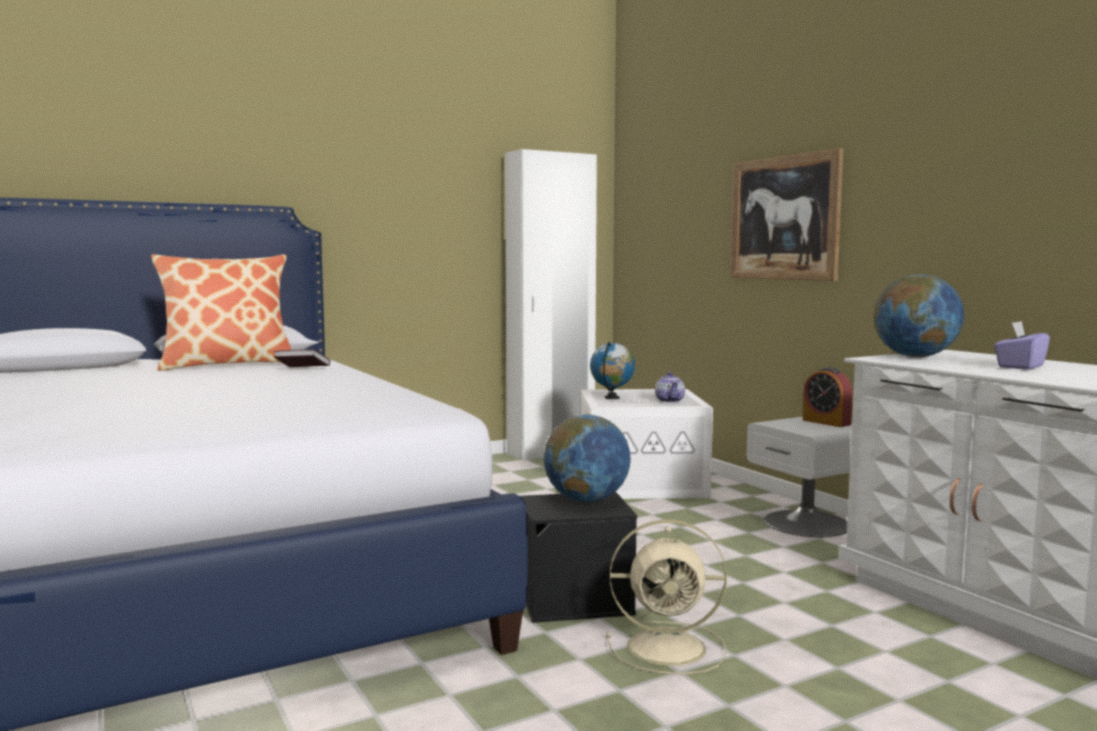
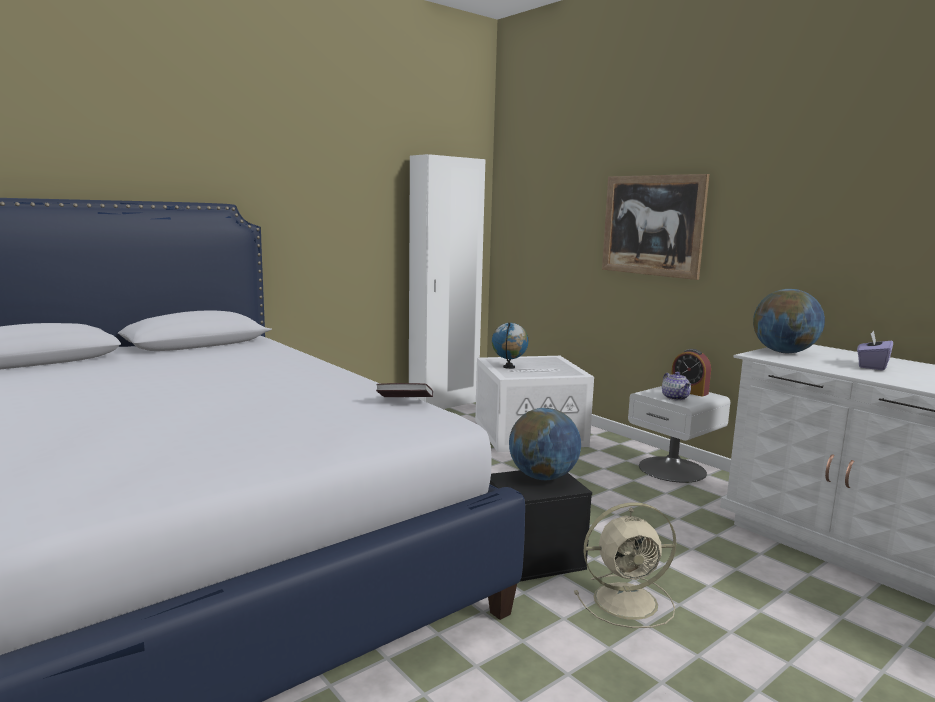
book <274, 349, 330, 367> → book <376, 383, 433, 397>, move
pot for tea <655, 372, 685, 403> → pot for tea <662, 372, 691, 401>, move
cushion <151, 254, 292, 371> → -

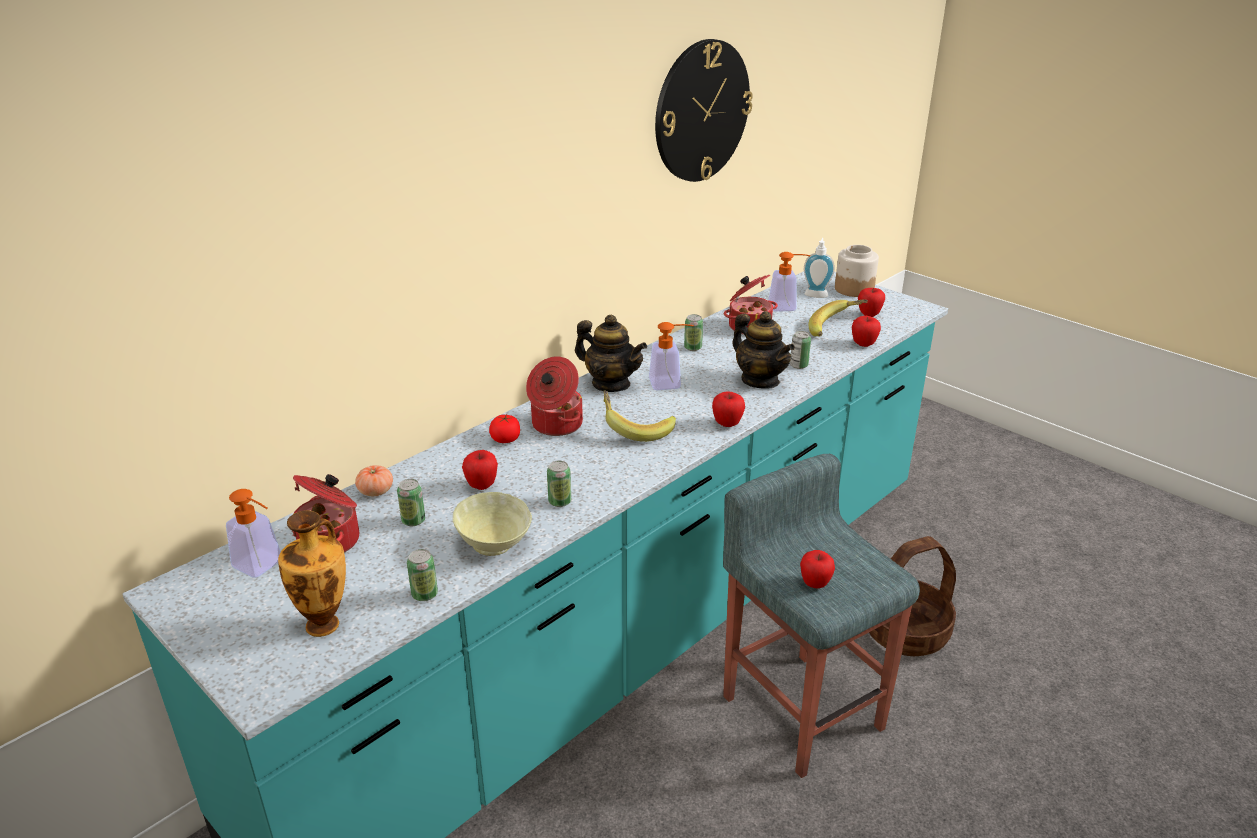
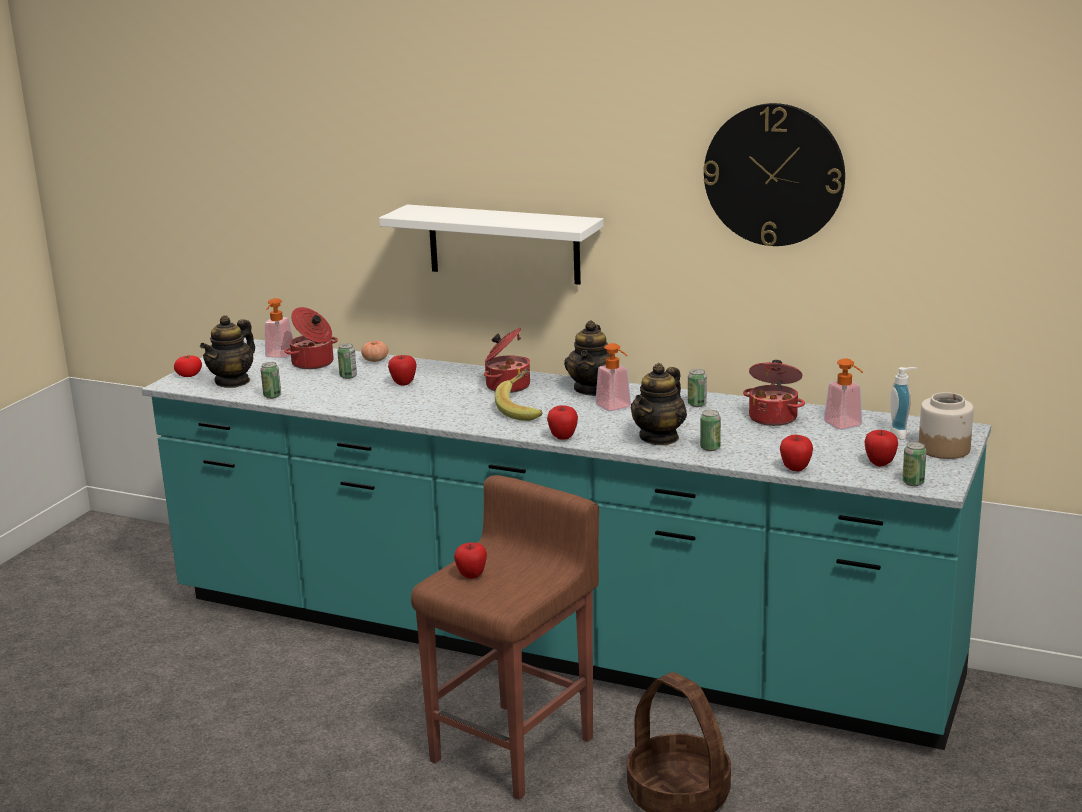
whole tomato <489, 414, 520, 443> → whole tomato <174, 355, 202, 377>, move
decorative vase <278, 510, 346, 637> → pot for tea <200, 315, 255, 388>
- → whitish bracket shelf <379, 204, 604, 285>
grey sitting stool <723, 454, 920, 778> → brown-coloured sitting stool <411, 475, 599, 800>
metal can <547, 461, 571, 507> → metal can <902, 442, 927, 486>, move
beige-coloured deep dish <453, 492, 532, 556> → -
whole banana <809, 299, 868, 336> → -

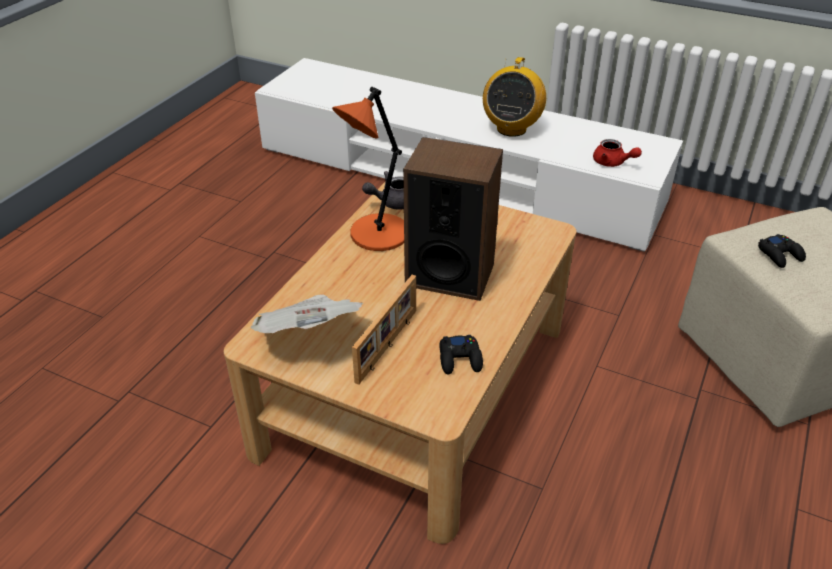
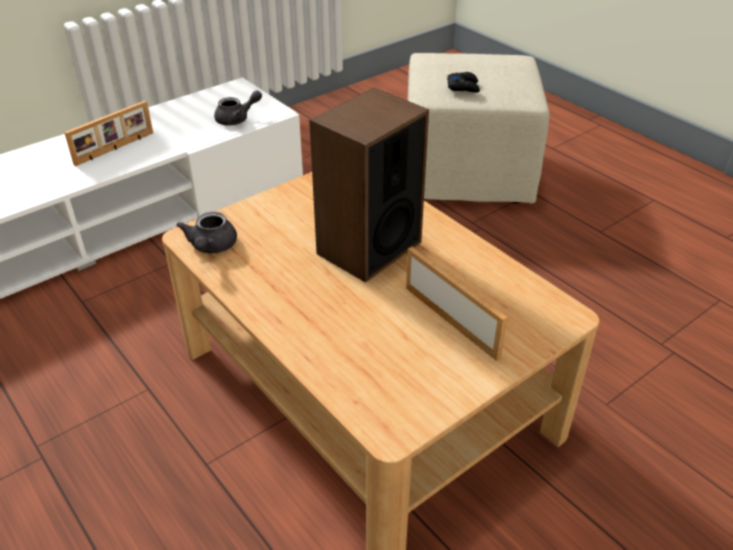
radio <483, 57, 546, 137> → standing frame <64, 101, 153, 166>
red-coloured pot for tea <593, 139, 642, 167> → grey pot for tea <214, 90, 262, 125>
printed paper <251, 294, 363, 333> → -
orangey lamp for a table <332, 87, 404, 251> → -
blackish game controller <439, 335, 483, 375> → -

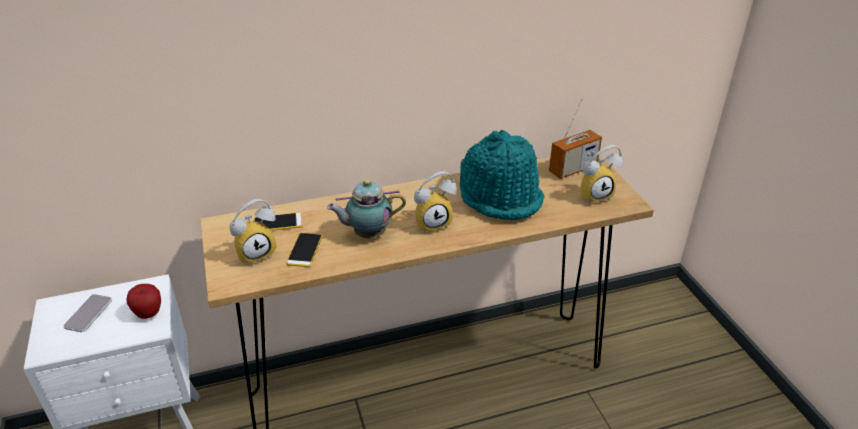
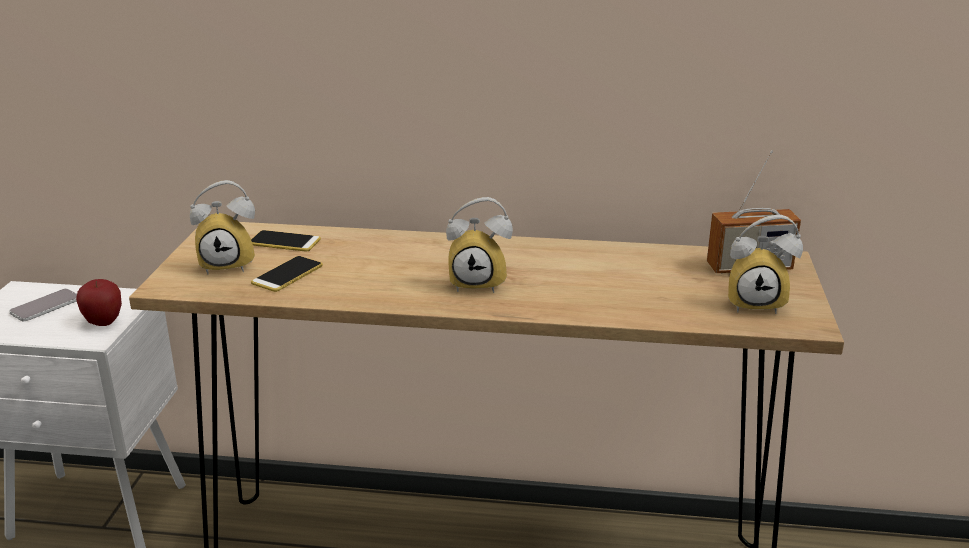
pot for tea <327, 179, 406, 238> → -
turquoise-coloured hat <460, 129, 545, 220> → -

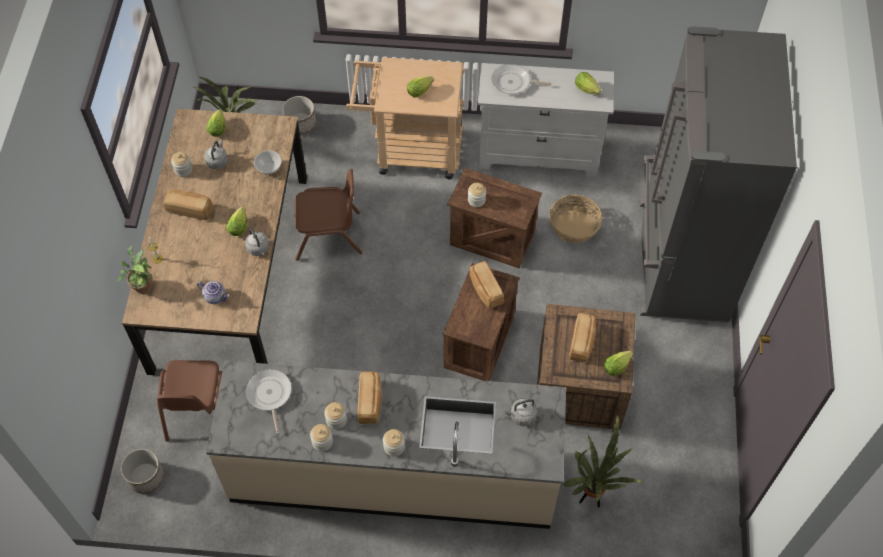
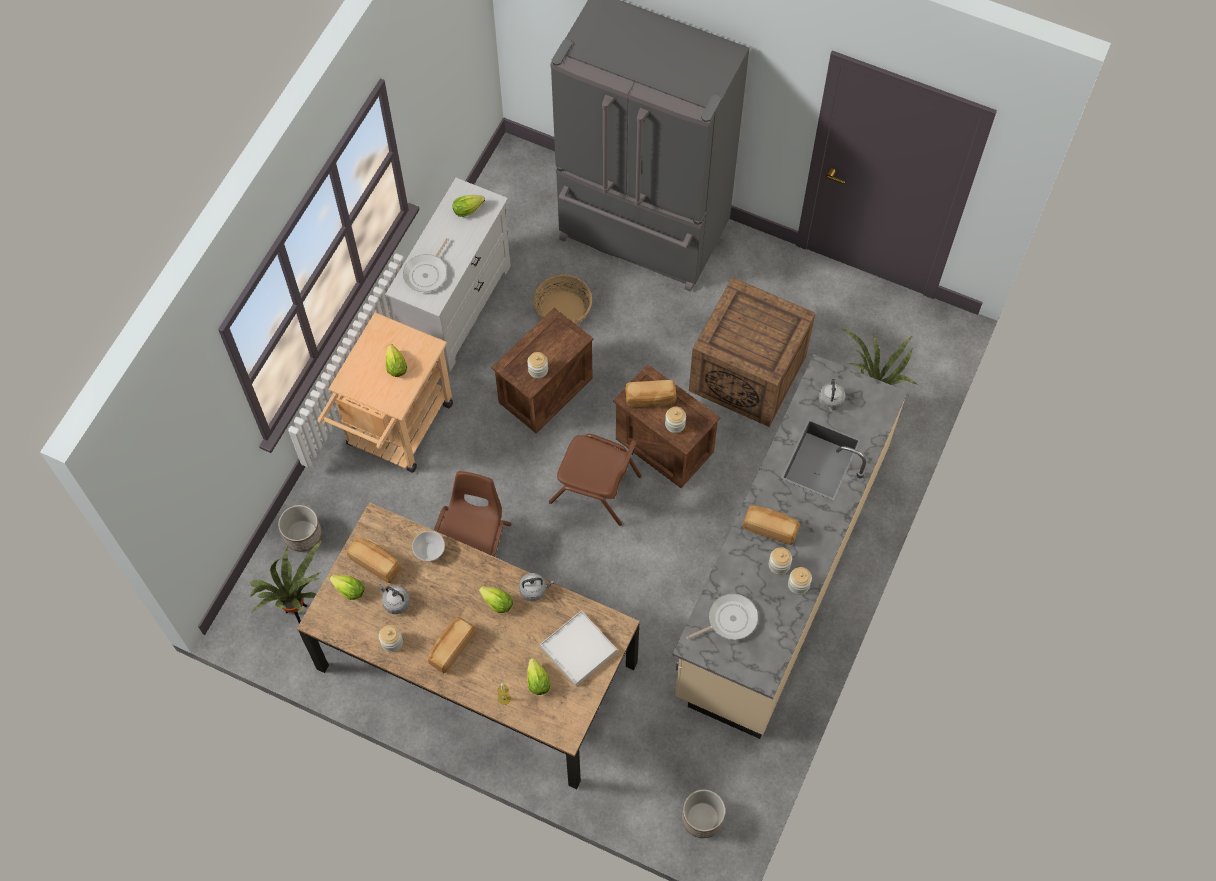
baked bread <569, 313, 596, 362> → baked bread <347, 537, 401, 583>, move
lettuce head <604, 351, 633, 376> → lettuce head <527, 658, 551, 695>, move
pot for tea <197, 281, 229, 304> → whitish tray <540, 610, 617, 686>
brown-coloured plain chair <157, 360, 222, 442> → brown-coloured plain chair <549, 434, 642, 526>, move
preserve jar <383, 429, 405, 456> → preserve jar <665, 407, 686, 433>, move
frying pan <246, 369, 292, 434> → frying pan <686, 594, 758, 640>, 150 degrees clockwise
plant in a pot <117, 245, 153, 294> → -

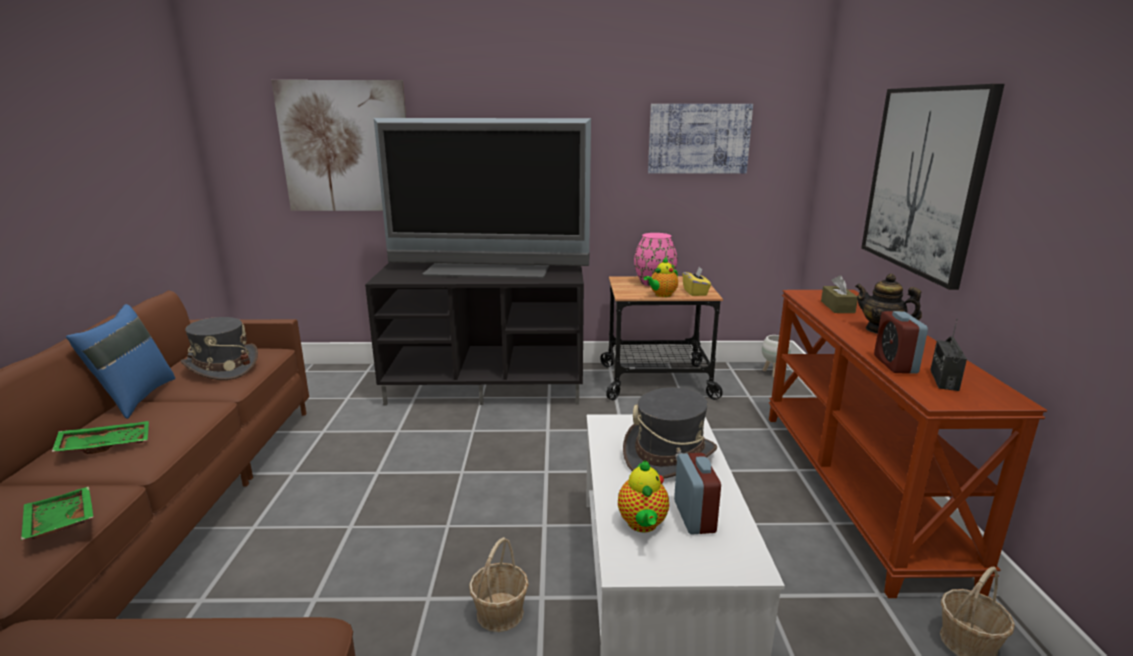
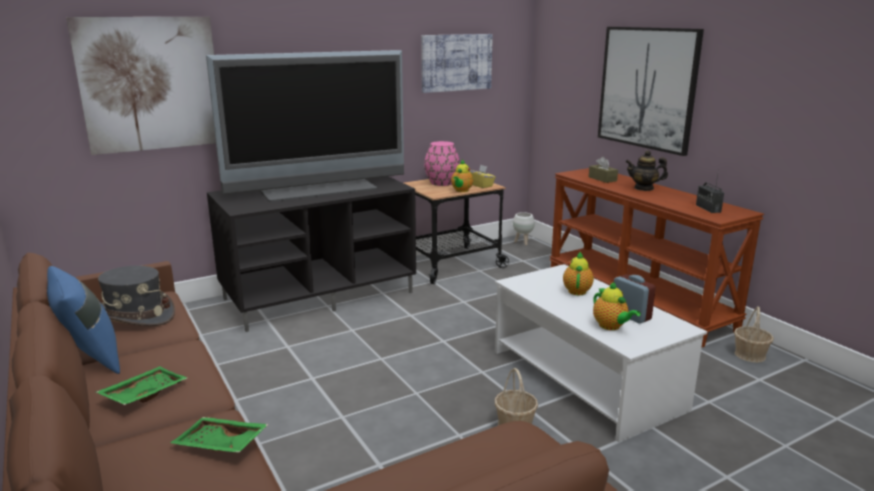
grey hat <623, 388, 717, 479> → pot for tea <563, 251, 594, 295>
alarm clock <874, 311, 928, 374> → -

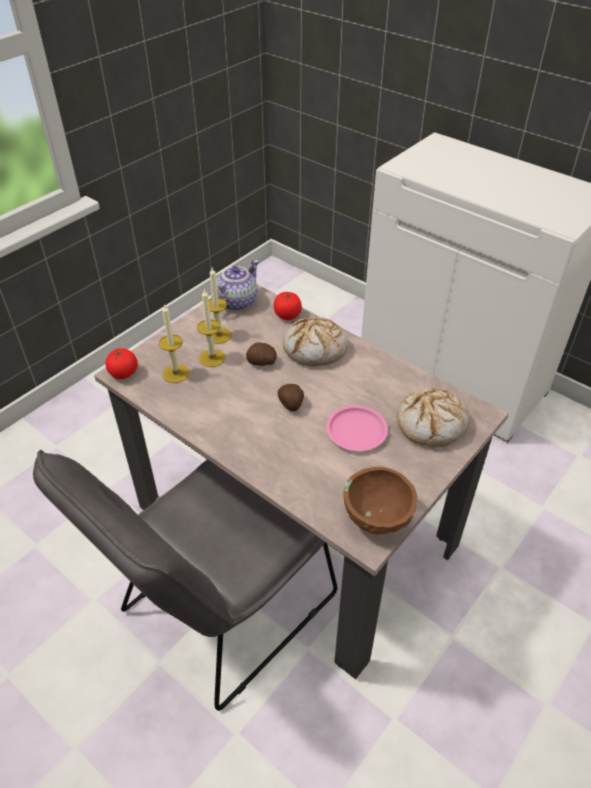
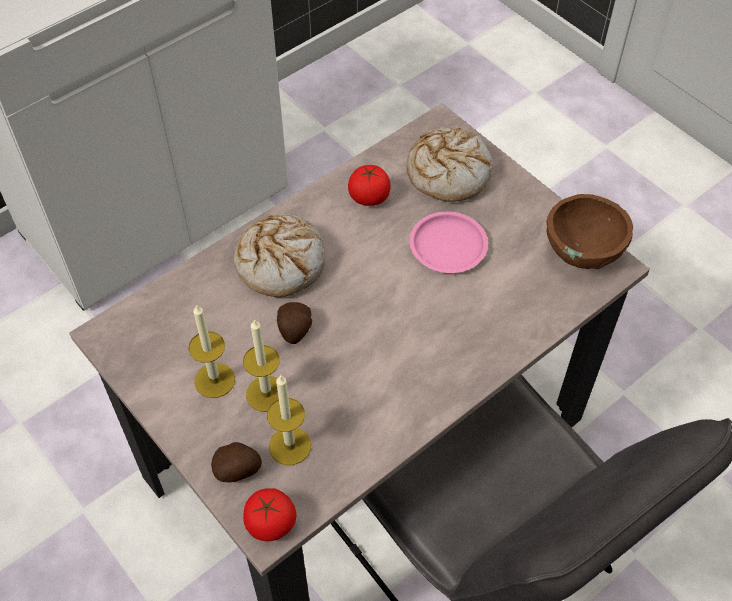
whole potato <278, 384, 304, 412> → whole potato <211, 442, 262, 482>, move
whole tomato <274, 292, 302, 320> → whole tomato <348, 165, 391, 206>, move
pot for tea <211, 260, 259, 310> → -

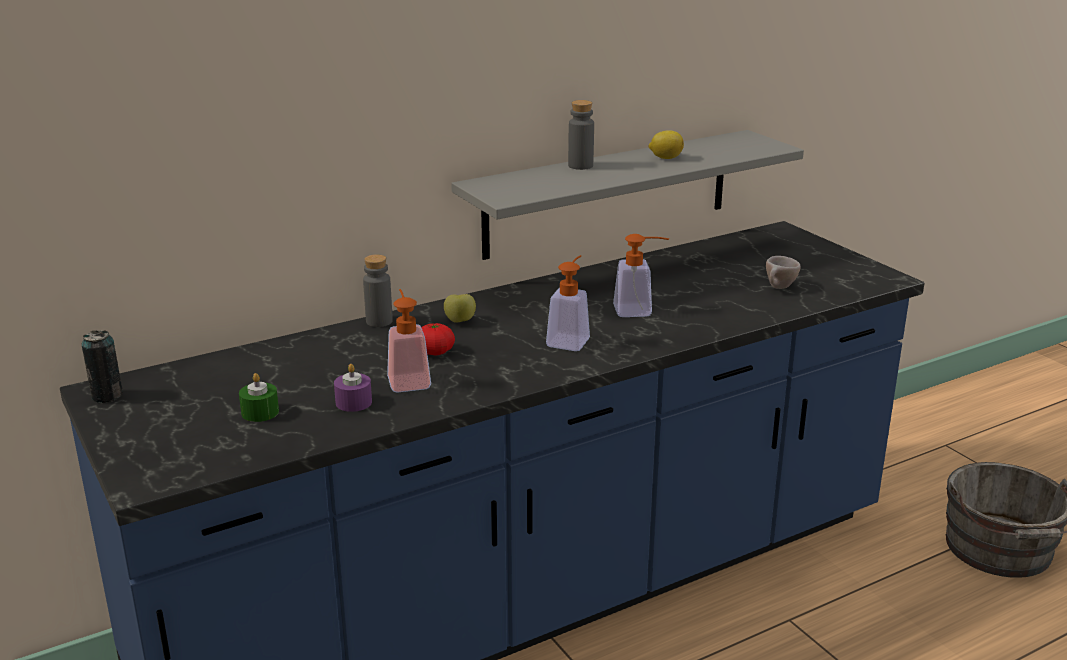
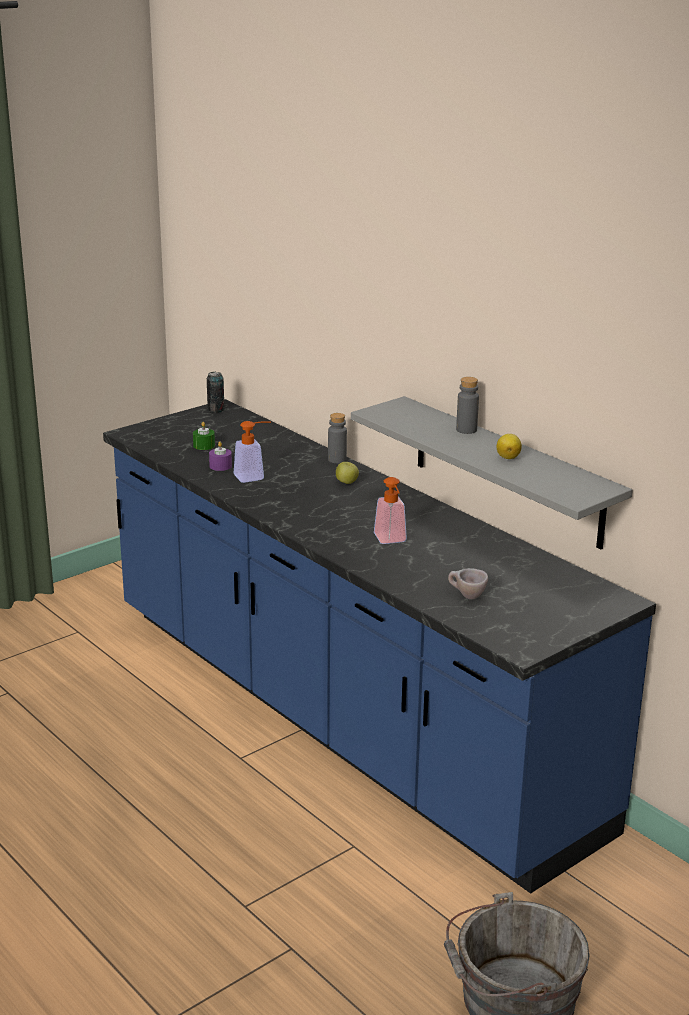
whole tomato <421, 323, 455, 356> → -
soap bottle <546, 255, 590, 351> → -

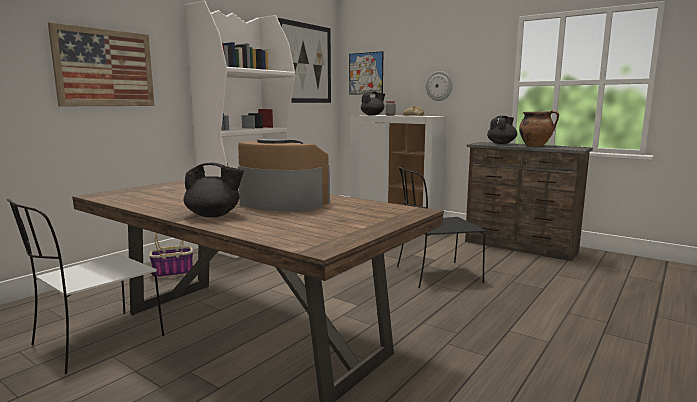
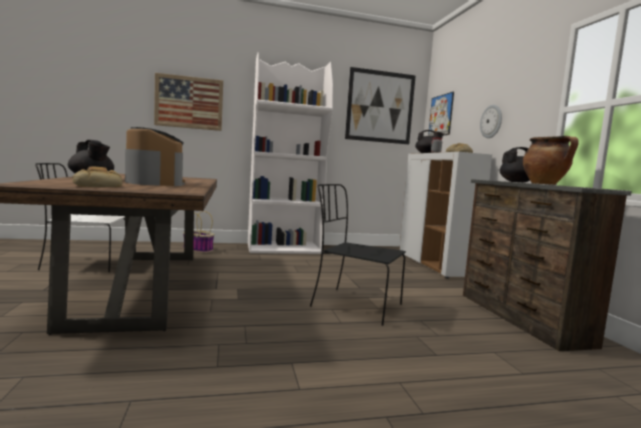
- → baked bread <72, 167, 123, 187>

